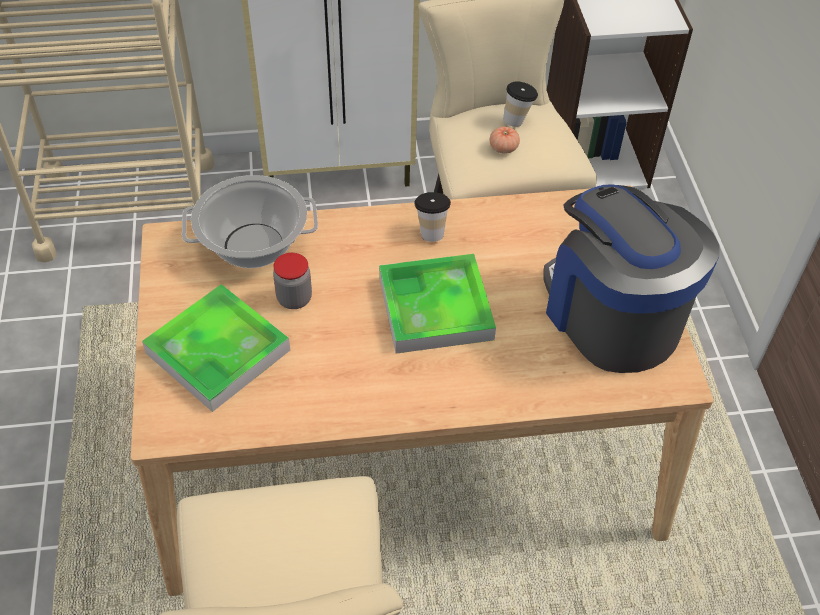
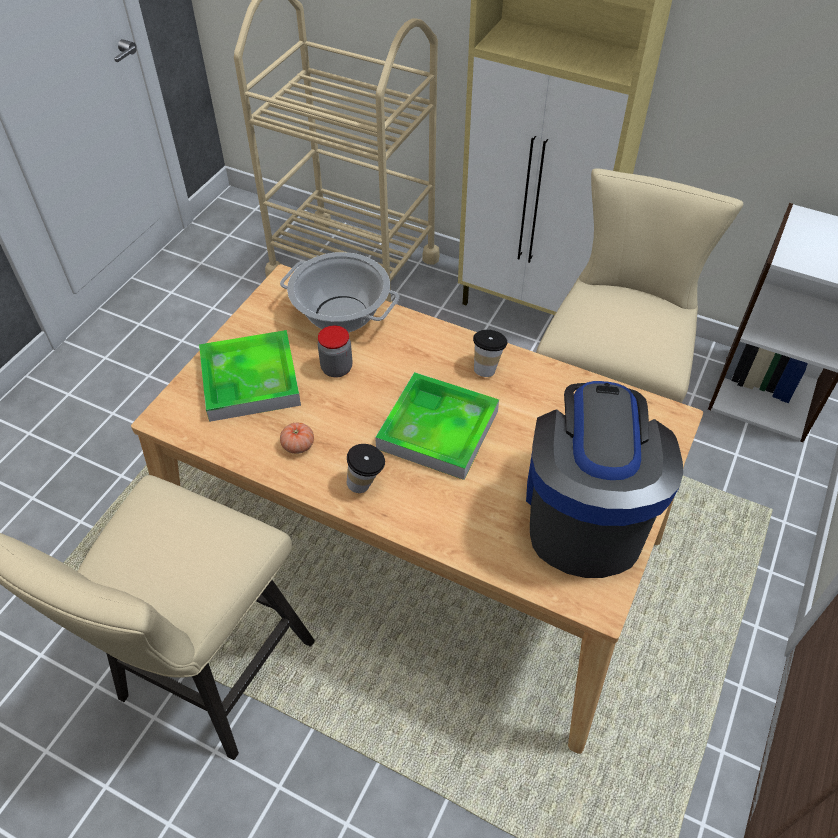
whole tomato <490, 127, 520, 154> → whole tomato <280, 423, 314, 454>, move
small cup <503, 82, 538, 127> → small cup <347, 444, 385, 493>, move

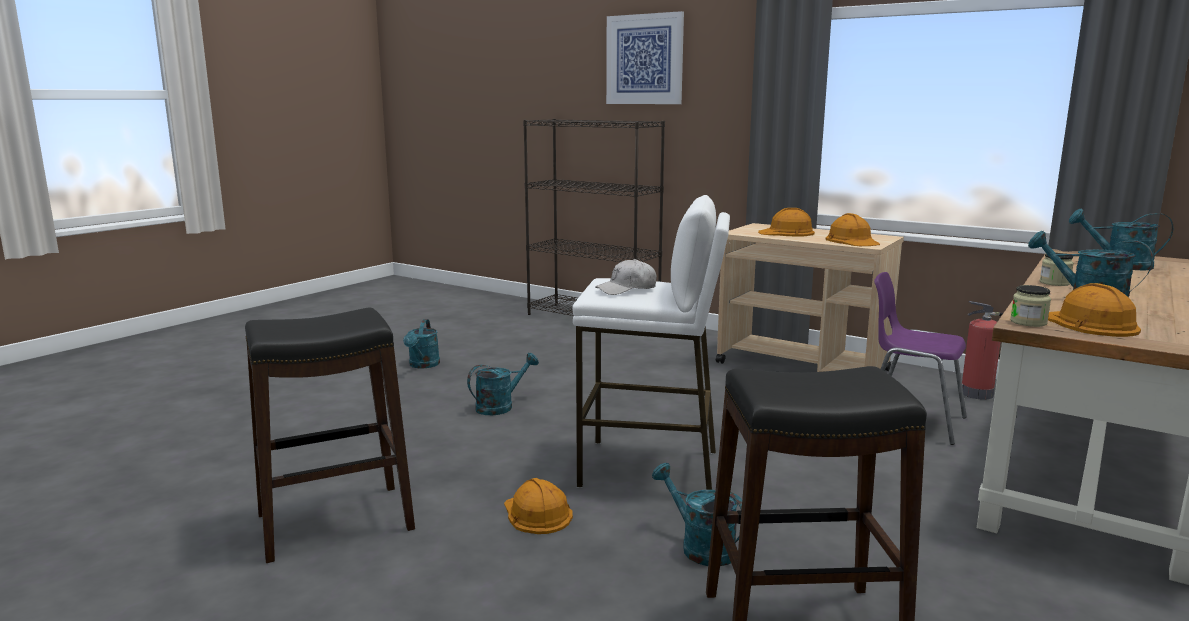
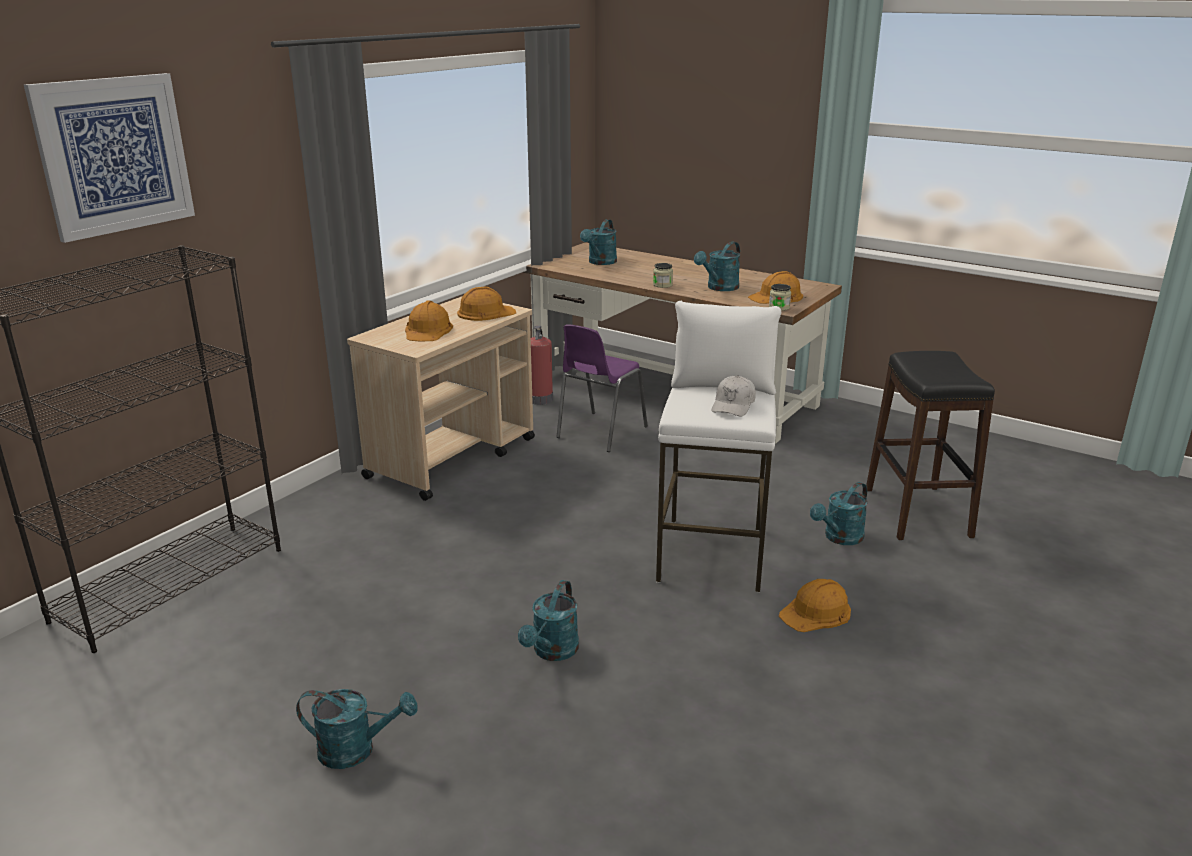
turquoise-coloured sprinkling can <467, 353, 539, 415> → turquoise-coloured sprinkling can <518, 580, 579, 661>, 120 degrees counterclockwise
whitish cap <595, 259, 657, 295> → whitish cap <712, 376, 756, 416>, 45 degrees clockwise
blackish sitting stool <245, 308, 415, 563> → -

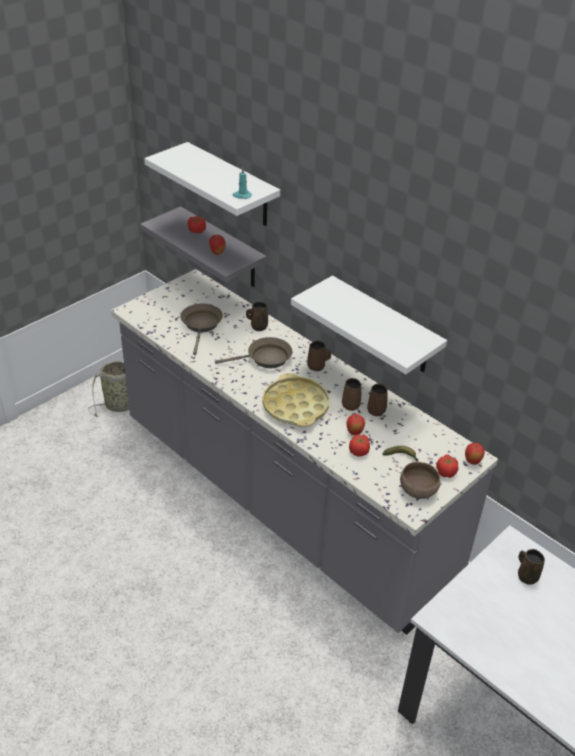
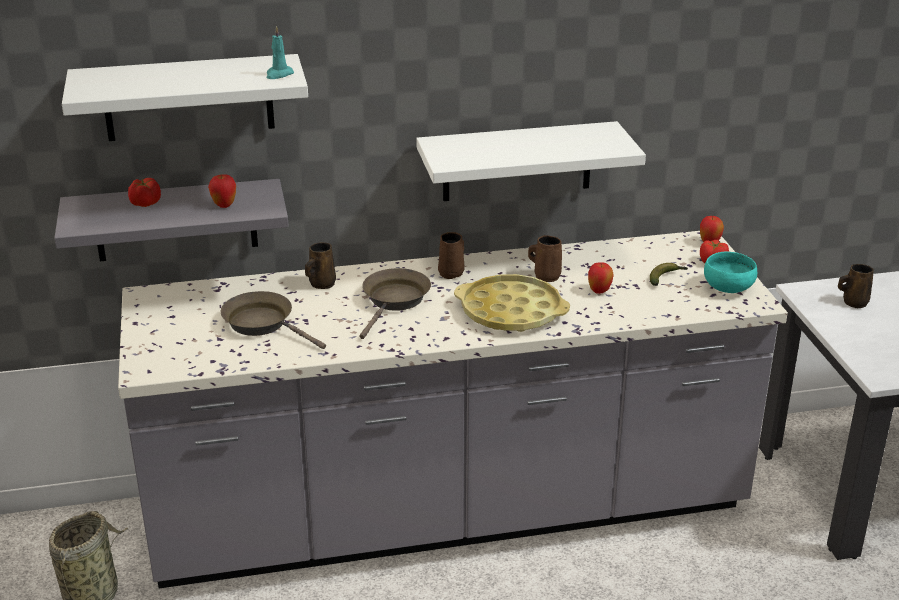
brown-coloured deep dish <400, 462, 441, 499> → turquoise-coloured deep dish <704, 251, 757, 293>
whole tomato <349, 434, 370, 456> → -
brown-coloured tea mug <367, 384, 388, 416> → -

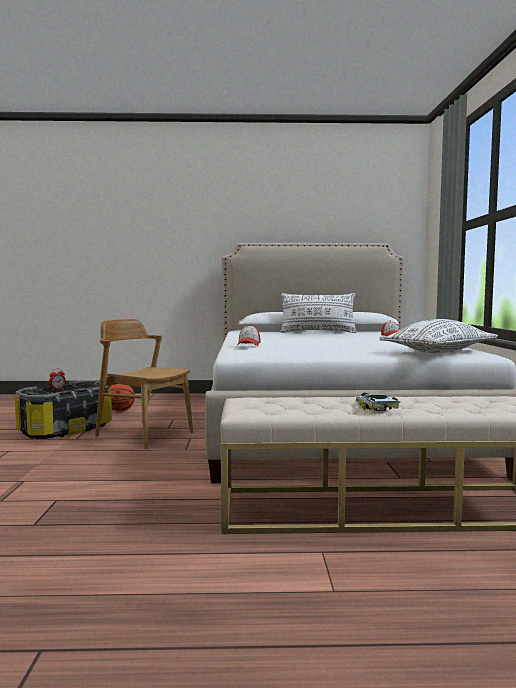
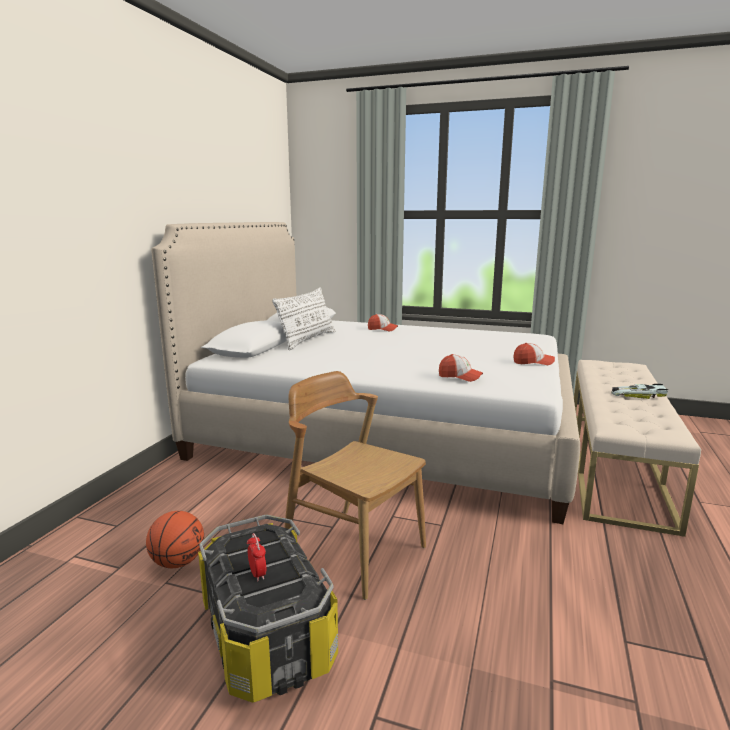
brown-coloured plain chair <95, 319, 193, 449> → brown-coloured plain chair <284, 371, 426, 600>, 75 degrees clockwise
- → cap <513, 343, 555, 365>
whitish cushion <379, 319, 498, 353> → -

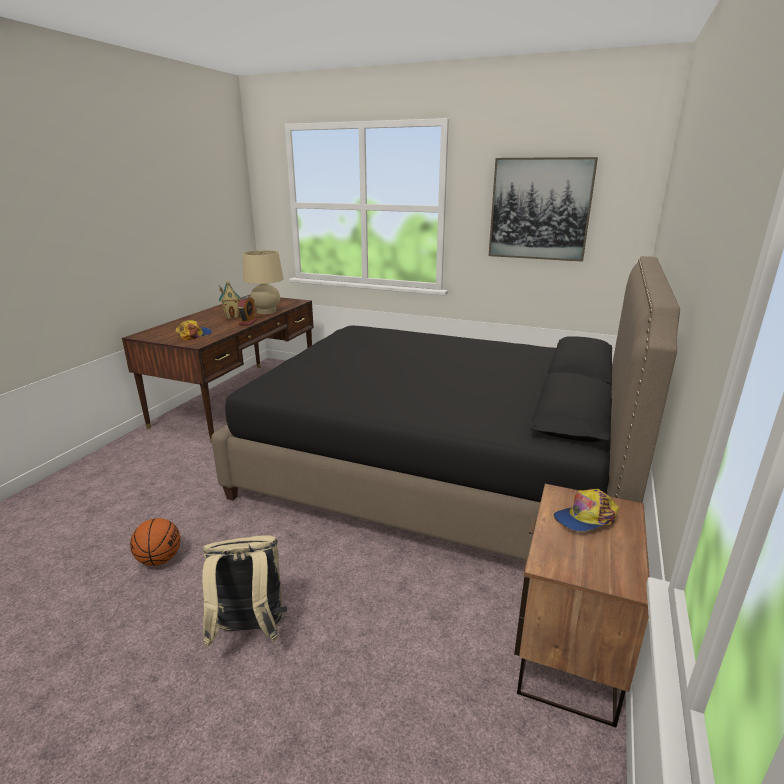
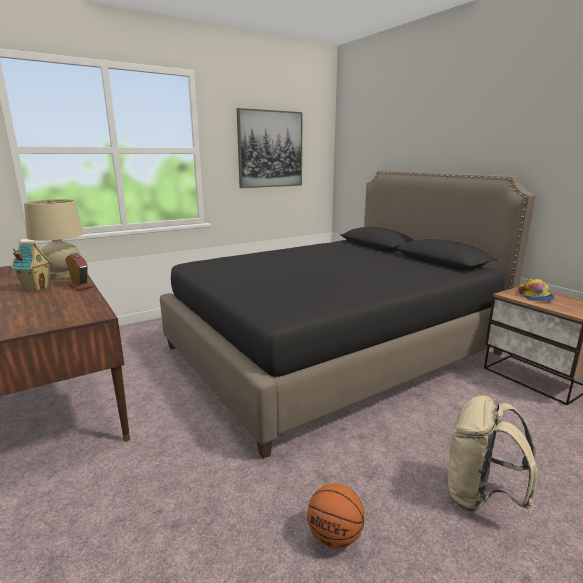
cap <176, 320, 212, 340> → -

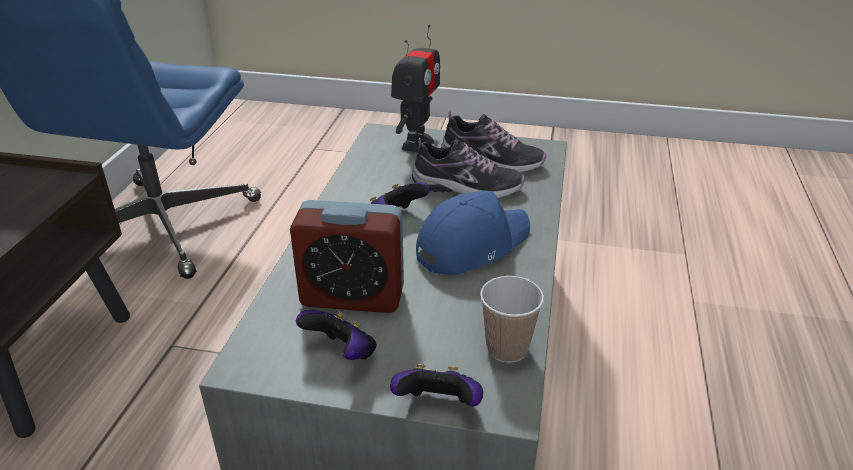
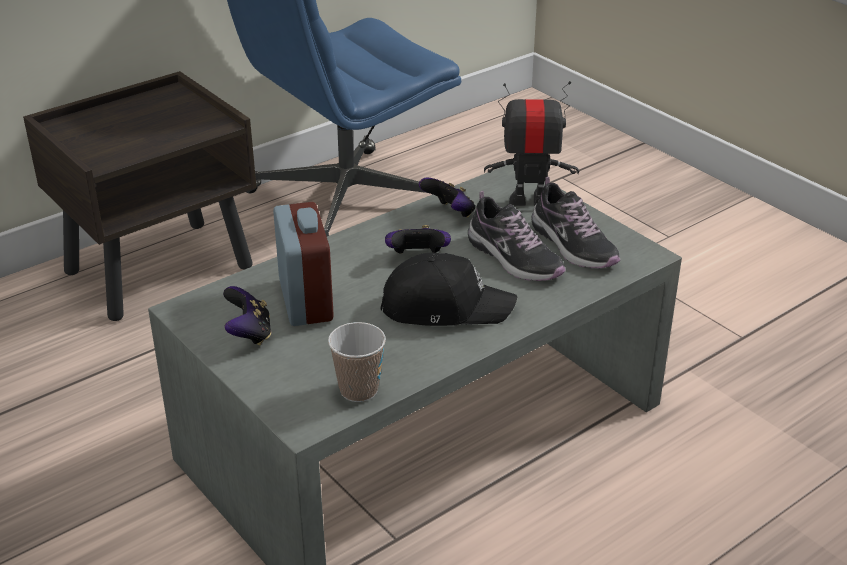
alarm clock <290, 200, 404, 313> → alarm clock <273, 202, 334, 326>, 150 degrees counterclockwise
bluish cap <416, 191, 530, 275> → blackish cap <381, 253, 517, 326>
game controller <390, 364, 483, 407> → game controller <419, 178, 475, 218>, move
robot figure <391, 25, 440, 152> → robot figure <484, 81, 579, 206>, 150 degrees counterclockwise

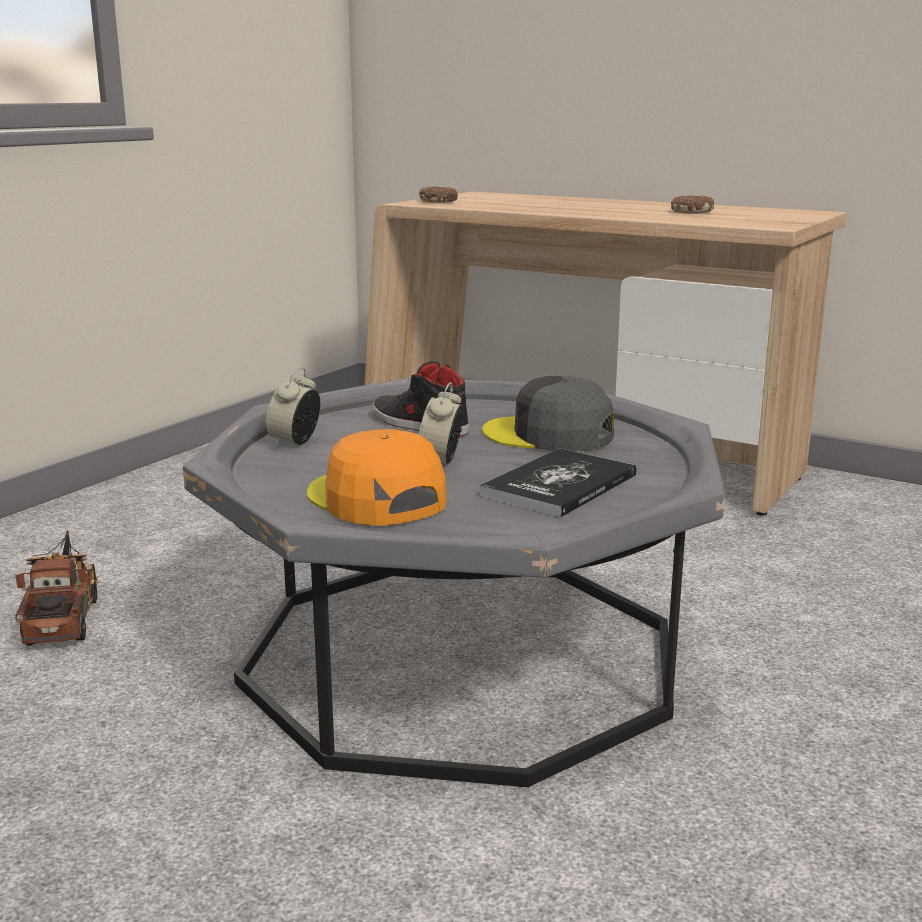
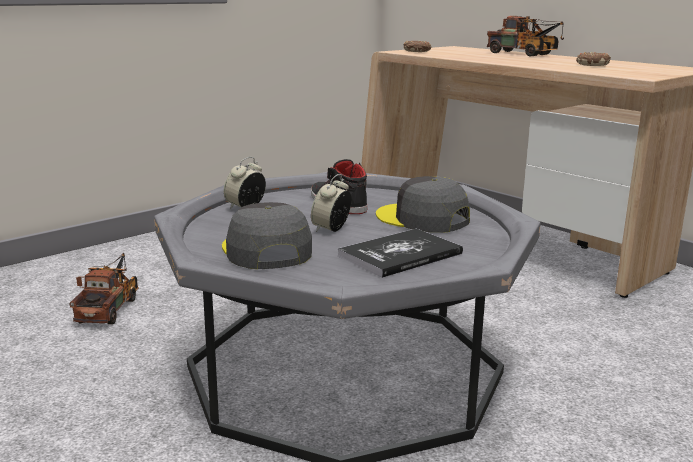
orangey cap <307, 429, 447, 526> → grey cap <222, 202, 312, 269>
- → toy truck <487, 16, 564, 56>

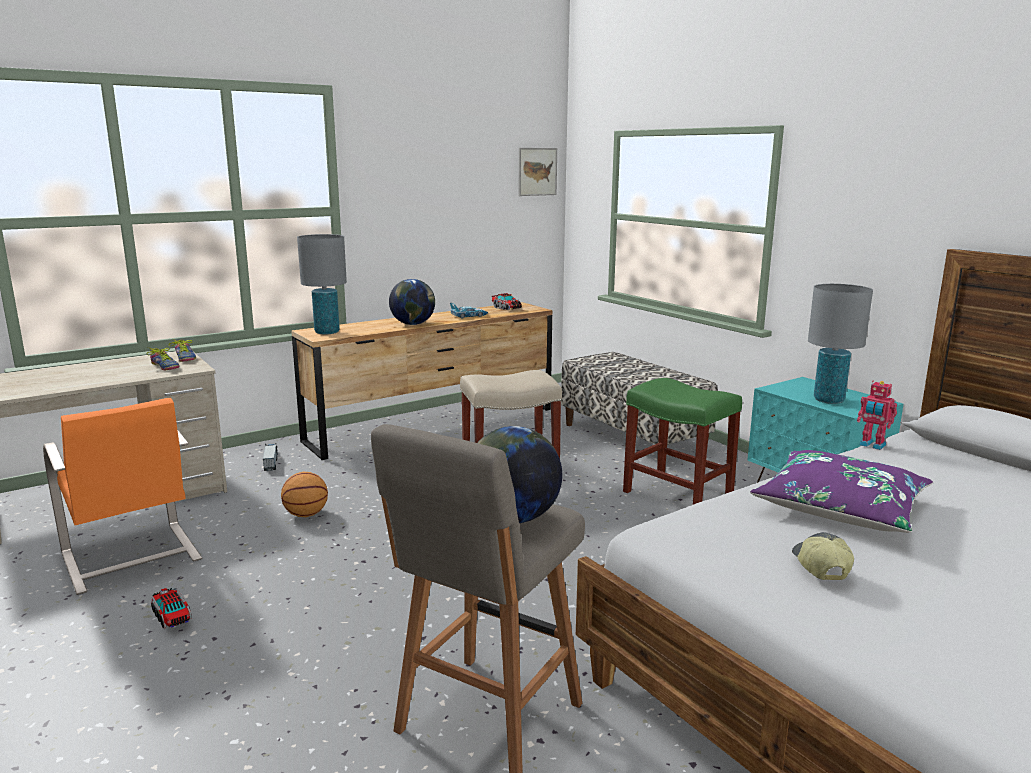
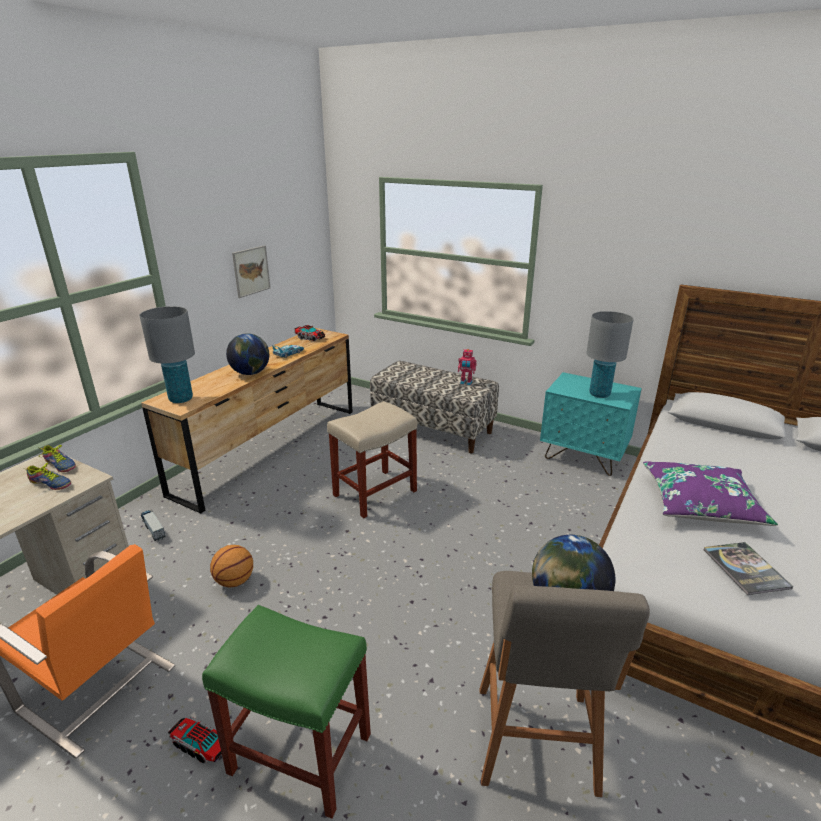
green sitting stool <623, 378, 742, 504> → green sitting stool <202, 605, 371, 819>, move
wall picture <519, 148, 557, 196> → wall picture <232, 245, 271, 298>, move
robot figure <857, 381, 897, 450> → robot figure <458, 349, 477, 385>, move
cap <792, 532, 854, 580> → book <704, 542, 793, 595>

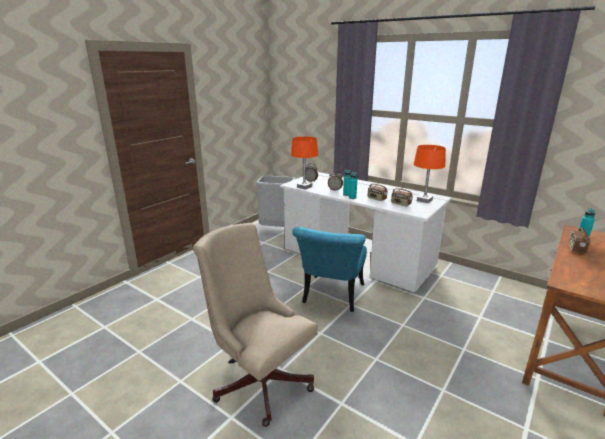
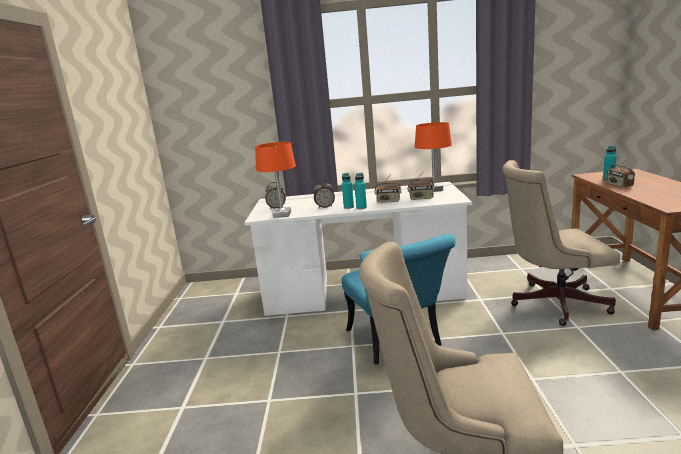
- → beige-coloured office chair <502, 160, 620, 326>
grey waste bin <256, 176, 295, 227> → -

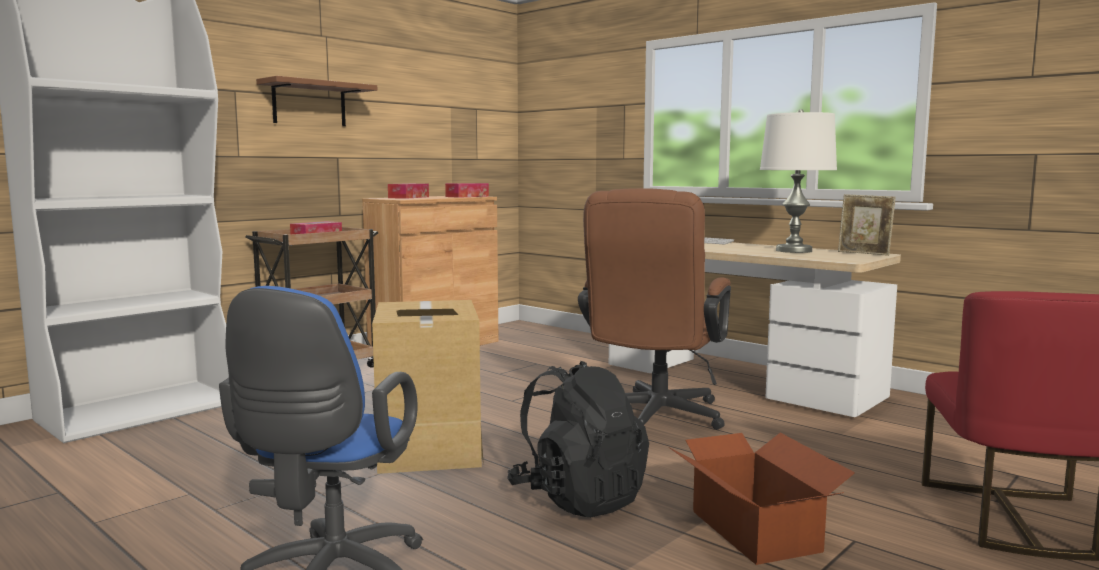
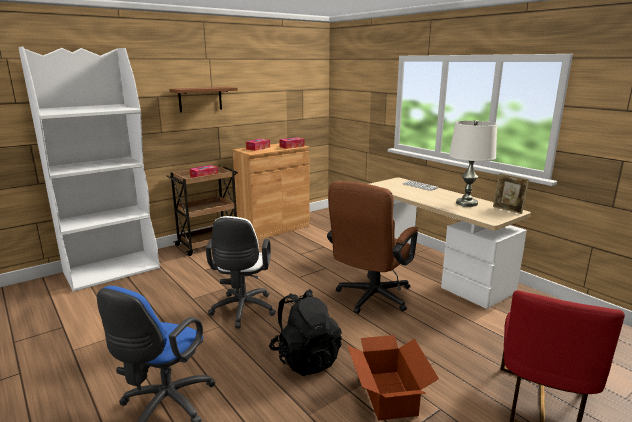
cardboard box <372, 300, 484, 474> → whitish office chair <206, 216, 276, 328>

